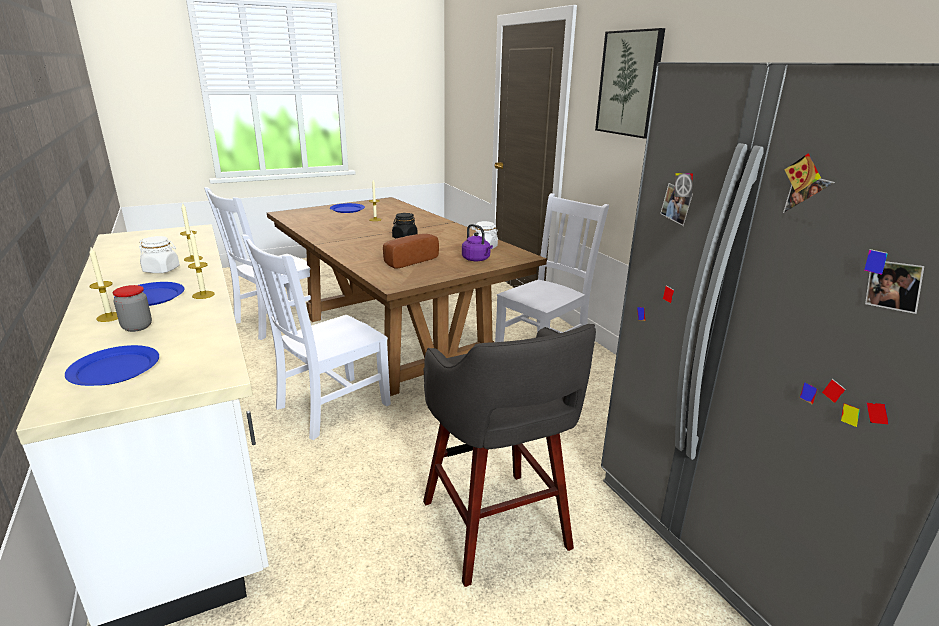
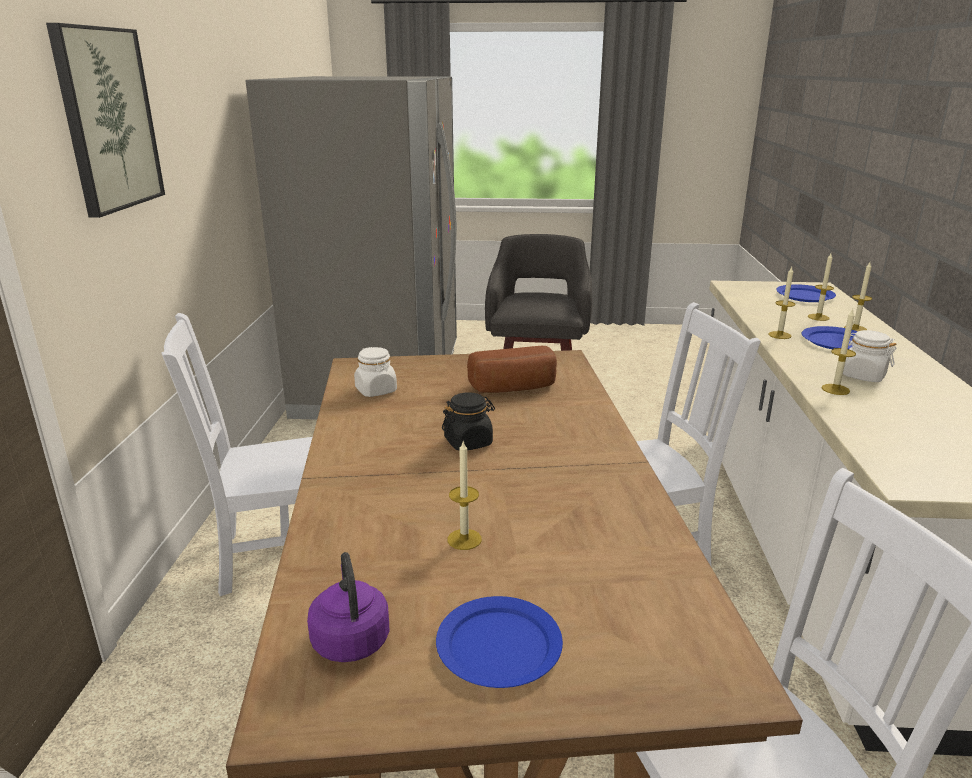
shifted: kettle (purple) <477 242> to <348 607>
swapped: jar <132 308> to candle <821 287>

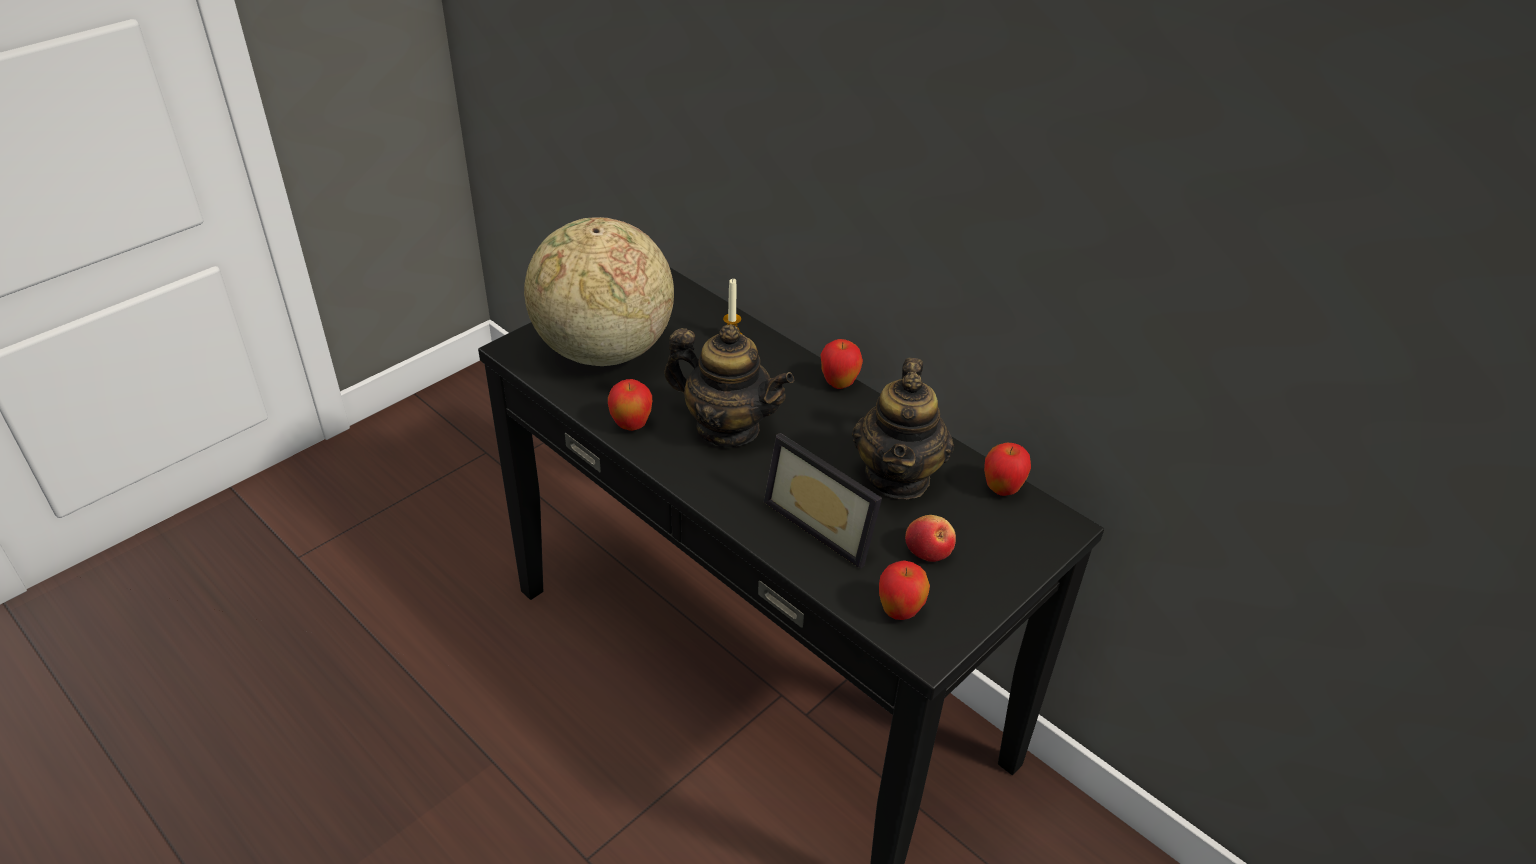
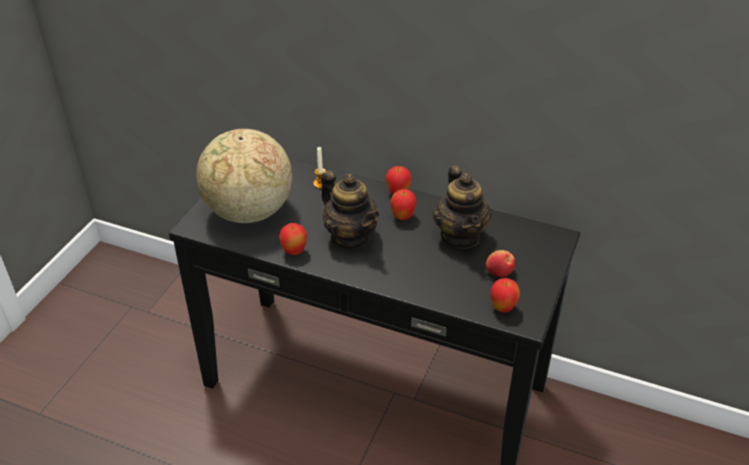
gone: picture frame <822 501>
shifted: apple <1007 469> to <403 204>
rotated: teapot <729 385> = <350 209> 45 degrees clockwise

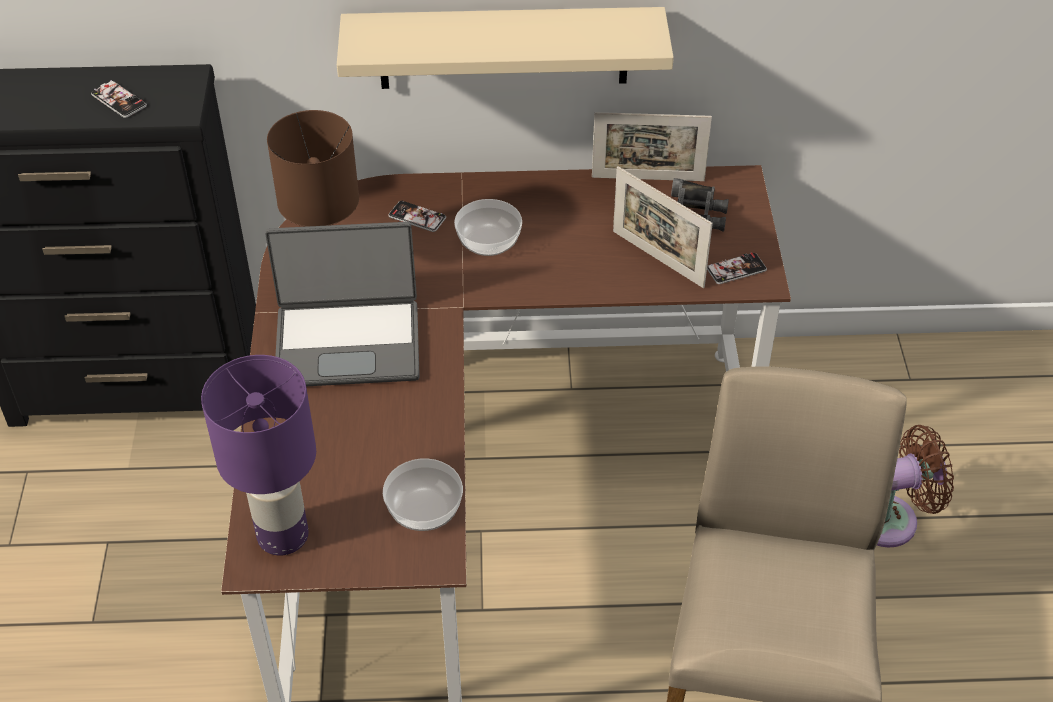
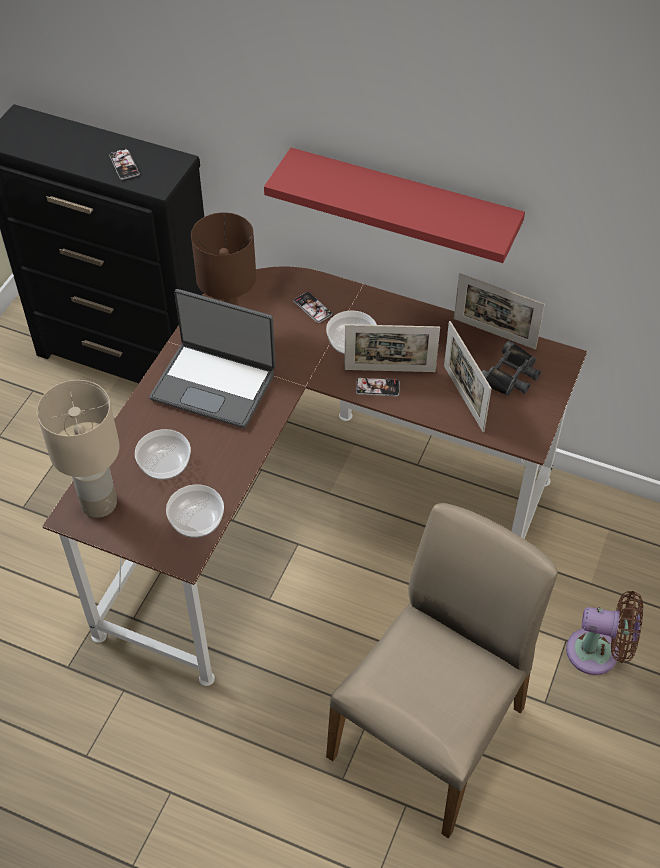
new: bowl <163 454>; picture frame <392 348>
shifted: phone <737 268> to <378 386>
repainted: table lamp (purple) <258 455> to table lamp (beige) <78 449>; shelf (beige) <505 48> to shelf (red) <394 205>

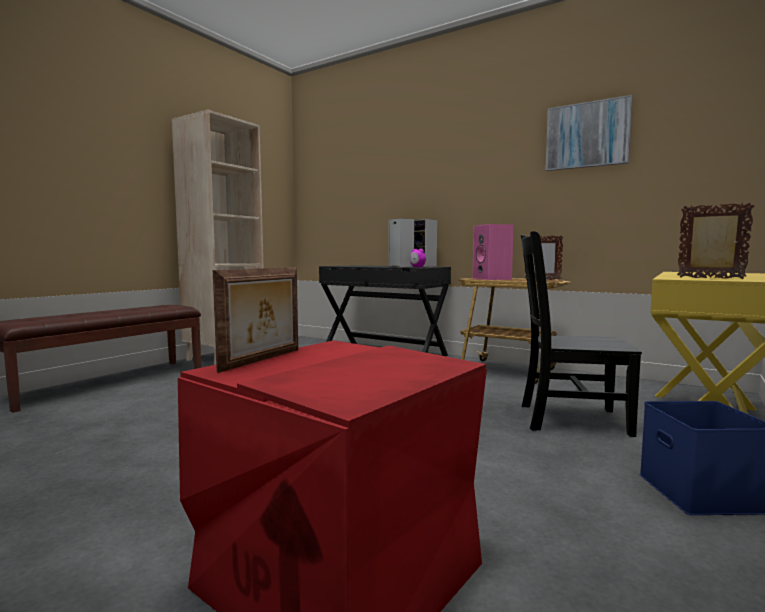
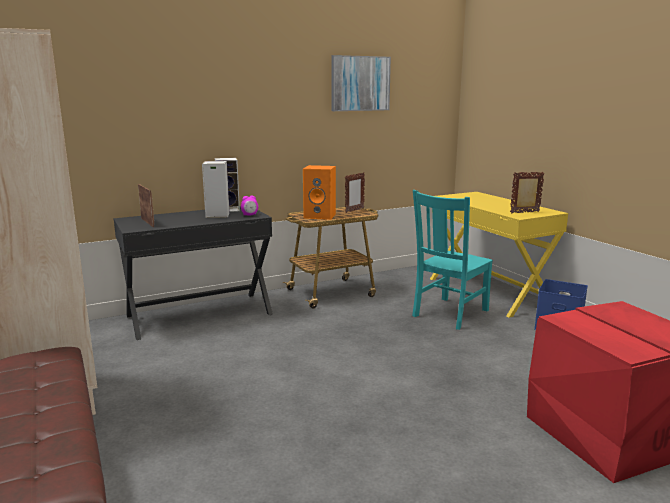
shifted: picture frame <255 320> to <146 205>
repainted: speaker (pink) <493 252> to speaker (orange) <319 192>; chair (black) <581 334> to chair (turquoise) <452 260>

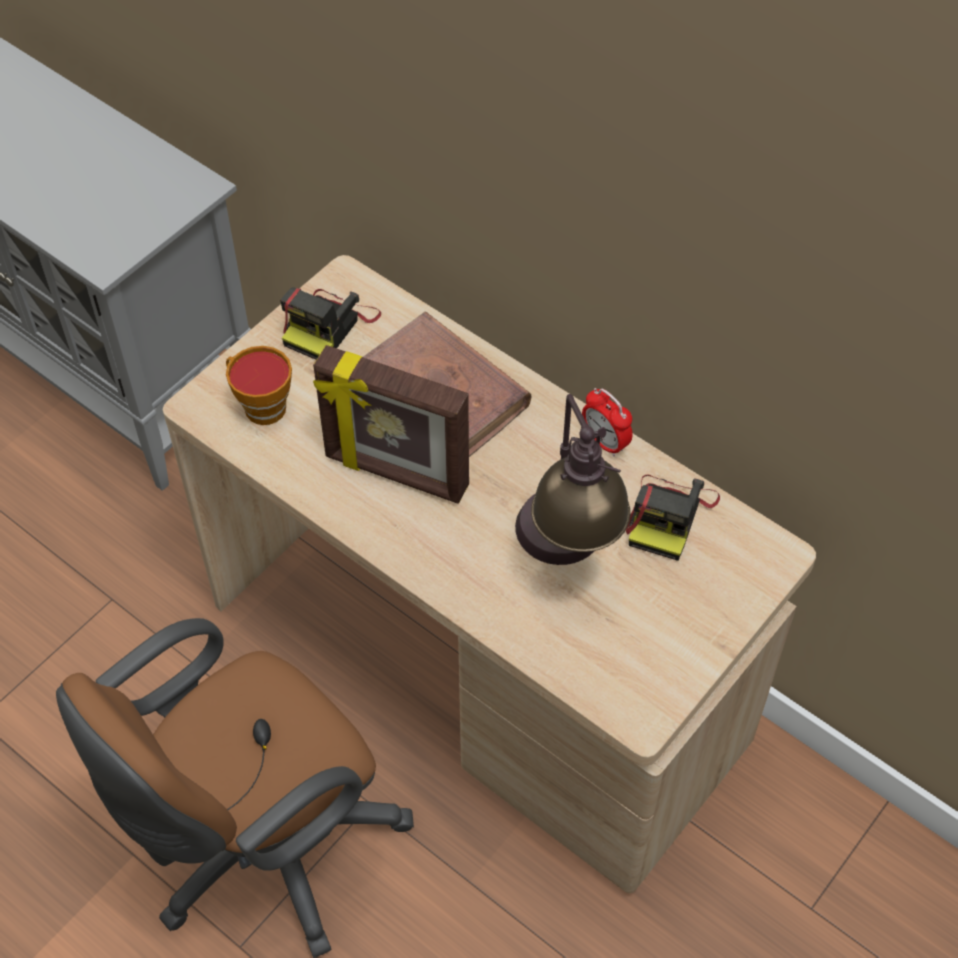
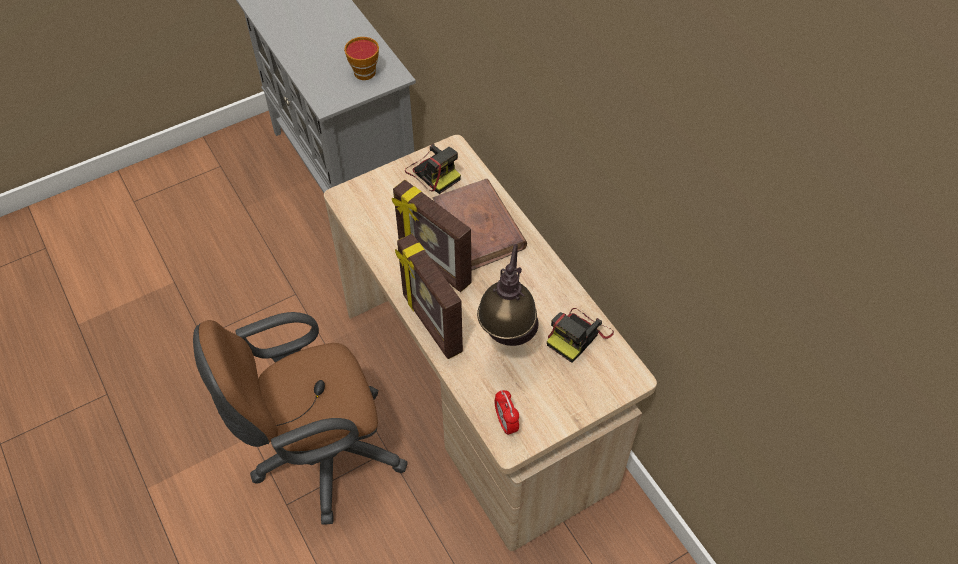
new: picture frame <429 296>
shifted: cup <259 385> to <361 58>; alarm clock <607 422> to <506 412>
rotated: photo camera <330 323> = <433 169> 90 degrees counterclockwise

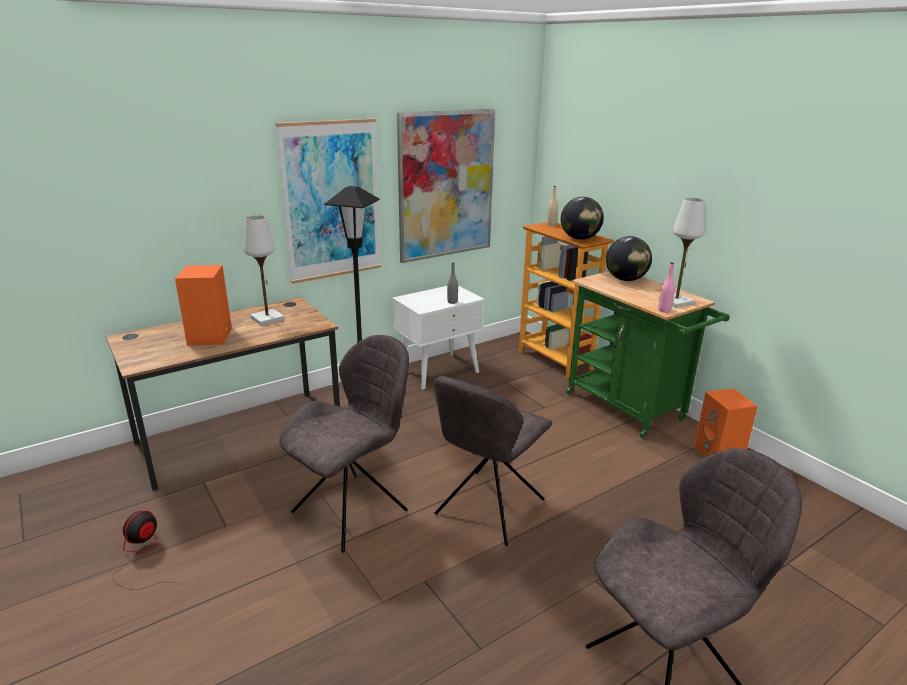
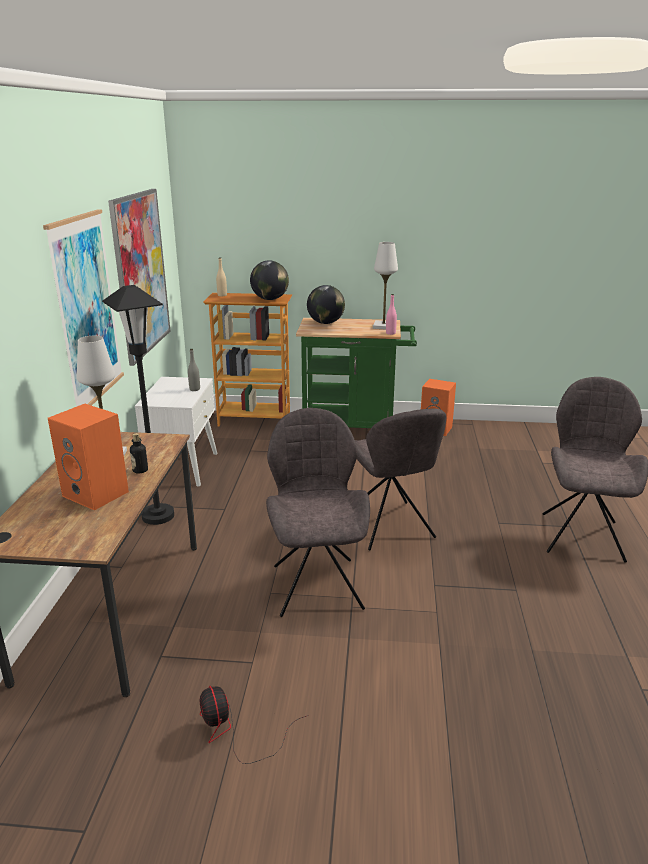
new: bottle <139 453>

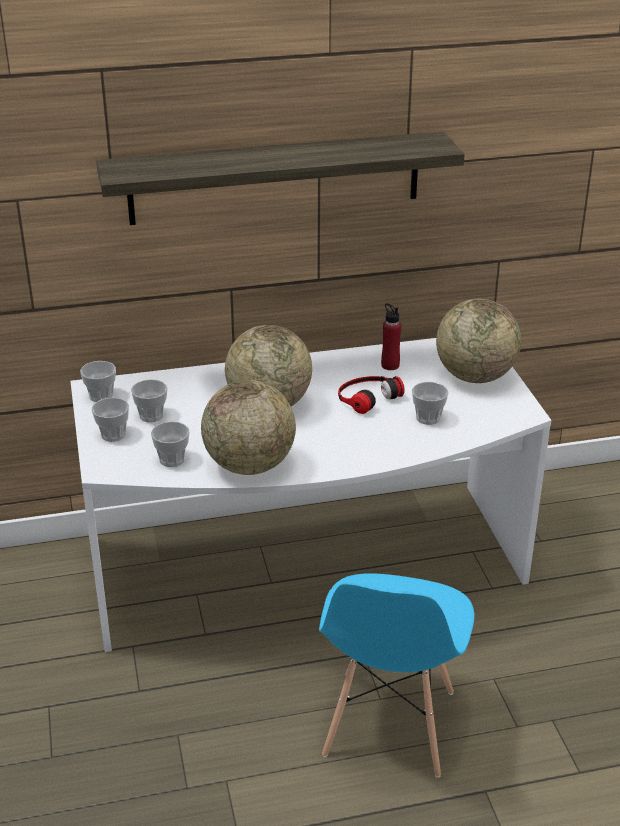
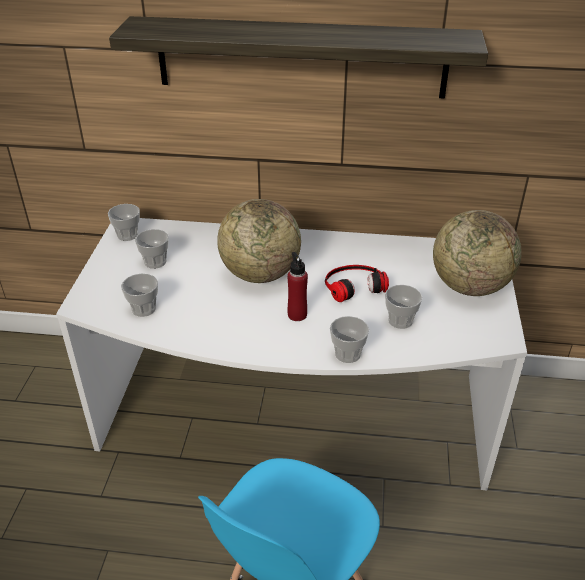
gone: globe <248 427>
shifted: cup <110 419> to <349 339>; bottle (red) <391 336> to <297 286>

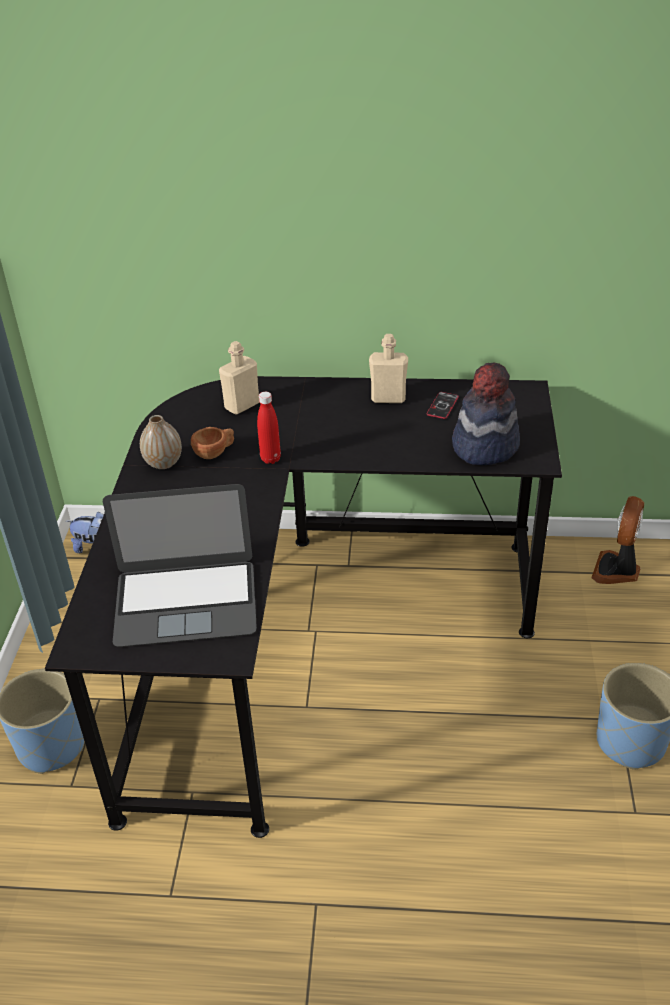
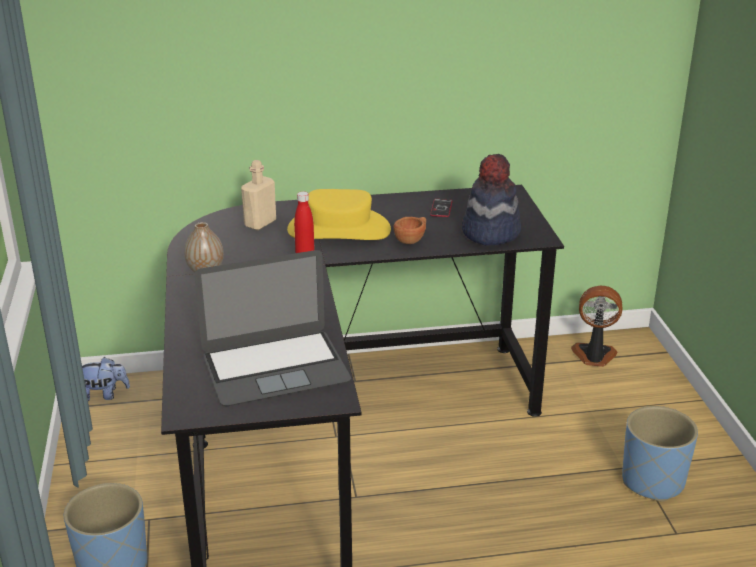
gone: bottle (beige) <388 368>
new: hat (yellow) <339 214>
shifted: cup (brown) <212 443> to <409 230>
rotated: fan <617 540> = <597 326> 90 degrees clockwise

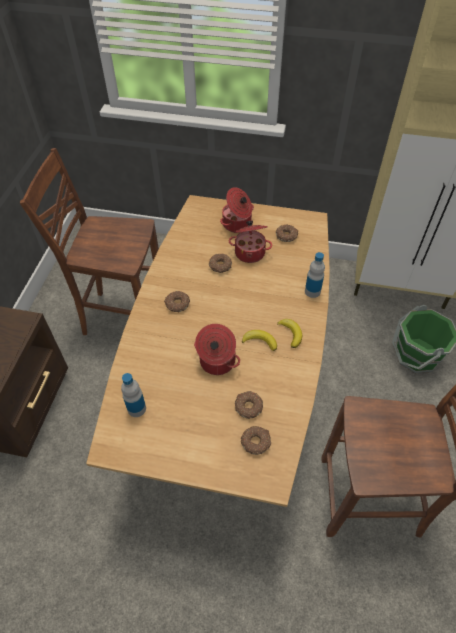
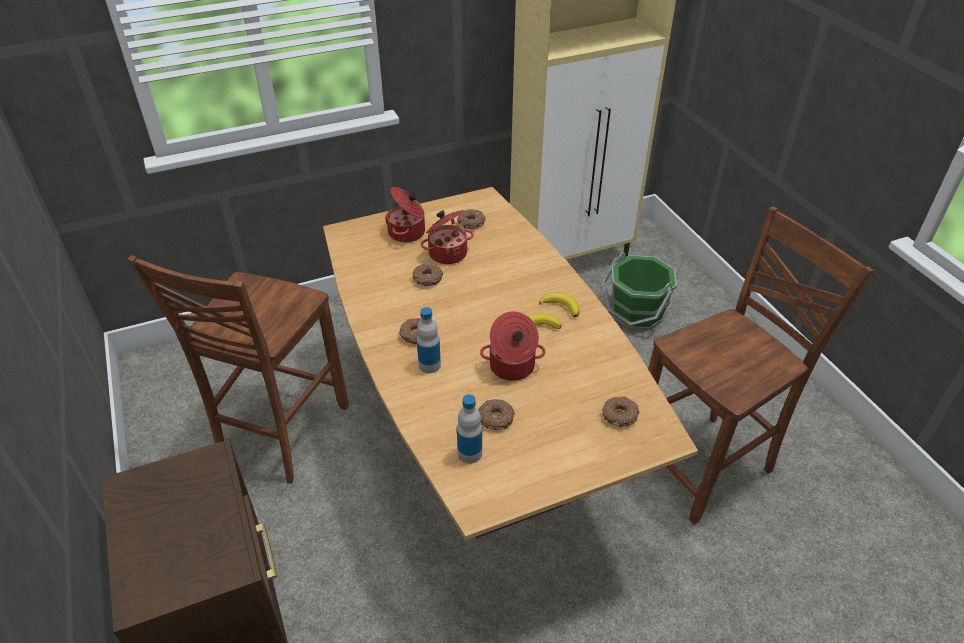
shifted: donut <249 405> to <496 414>; bottle <315 275> to <429 340>
rotated: chair (brown) <89 241> = <238 369> 45 degrees counterclockwise

